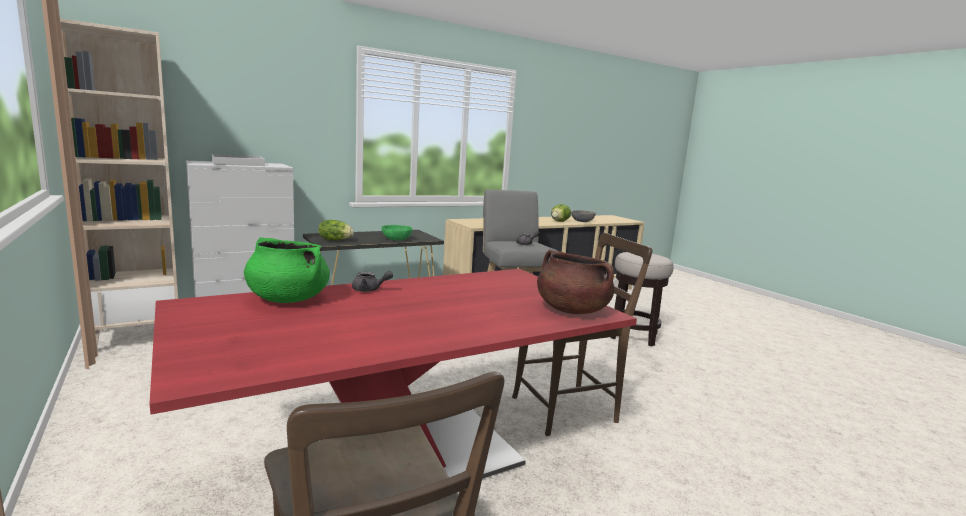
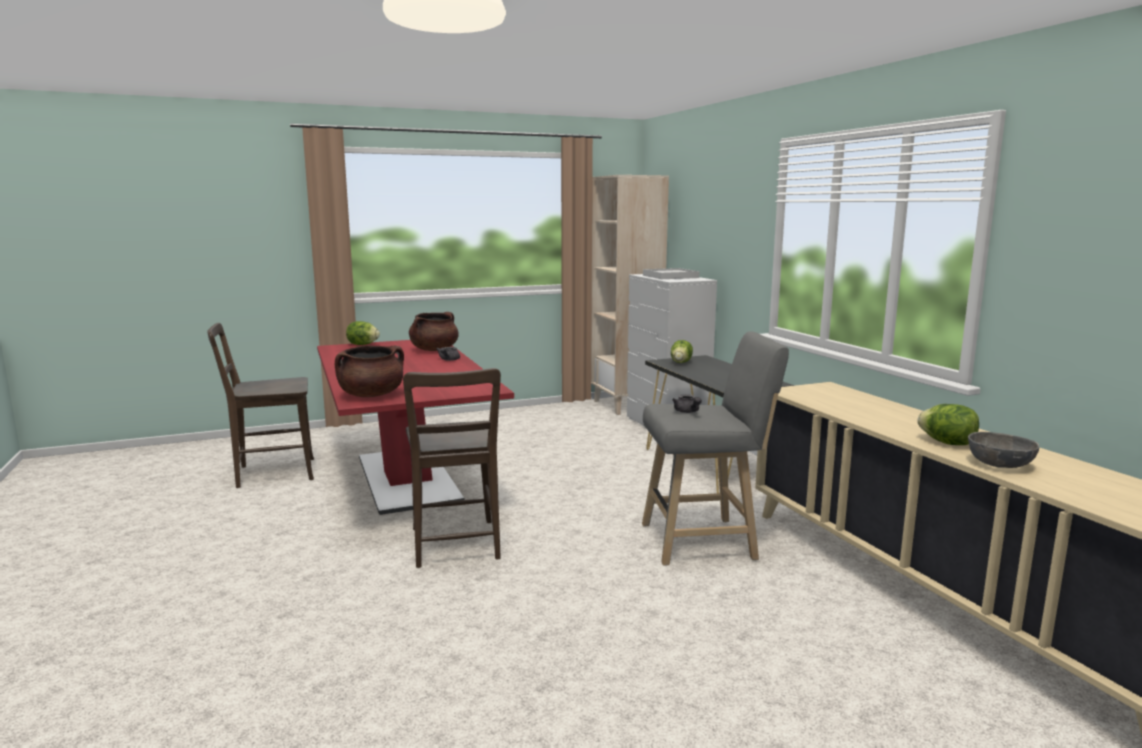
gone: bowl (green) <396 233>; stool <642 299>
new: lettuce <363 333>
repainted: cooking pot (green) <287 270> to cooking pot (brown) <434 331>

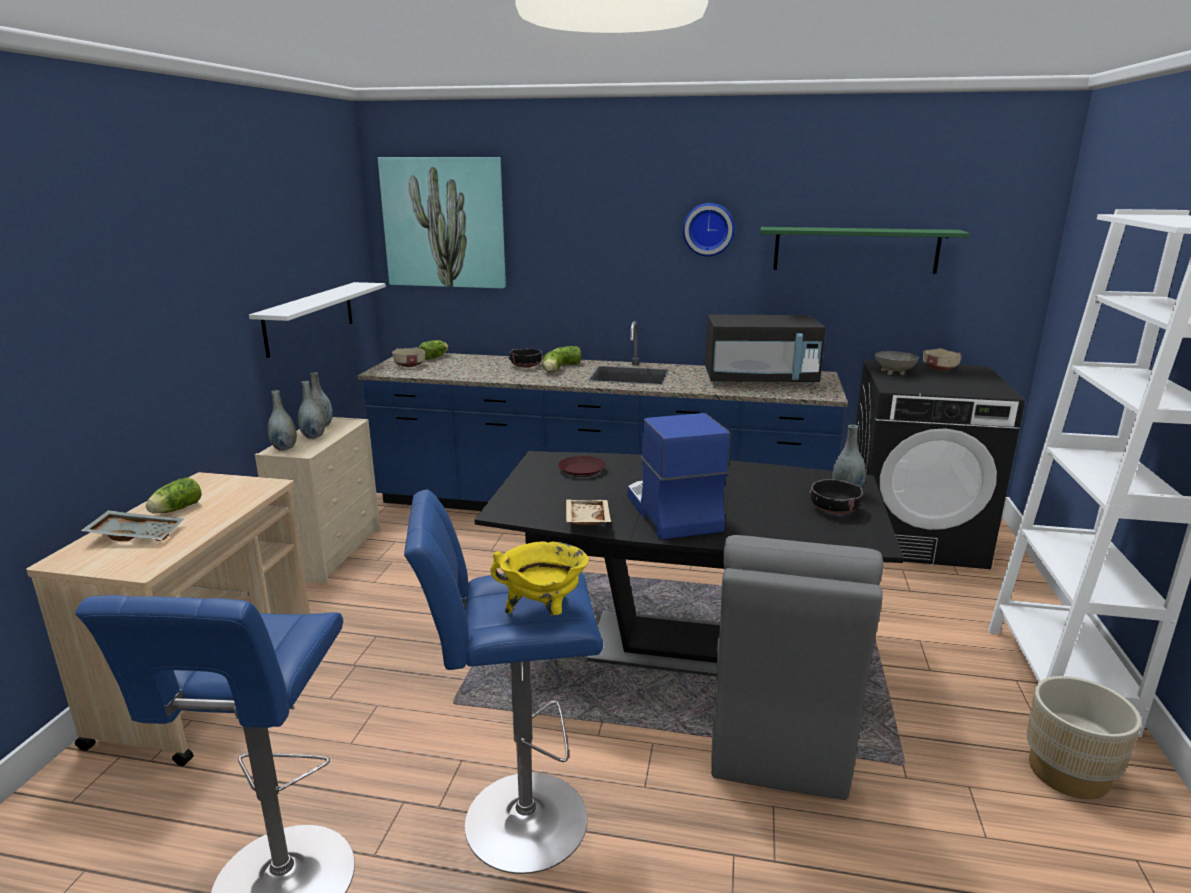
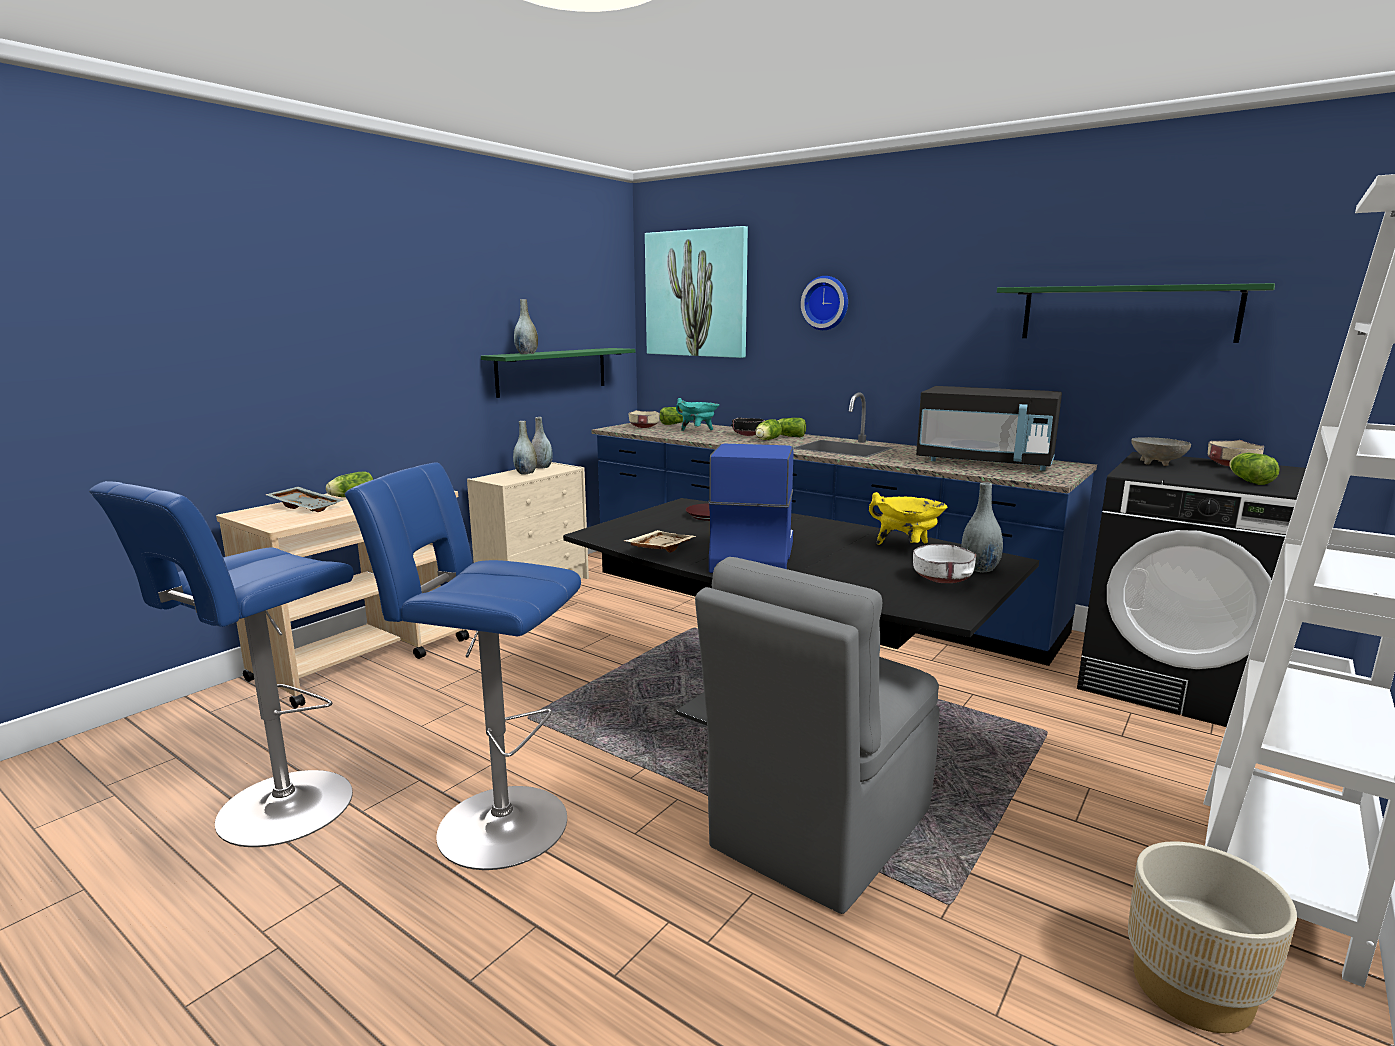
new: cooking pot (turquoise) <697 414>; lettuce <1254 469>
shifted: vase (grey) <282 420> to <526 326>; cooking pot (yellow) <539 578> to <908 518>; wall clock <709 229> to <824 303>
repainted: shelf (white) <317 320> to shelf (green) <558 373>; bowl (black) <837 496> to bowl (white) <944 563>

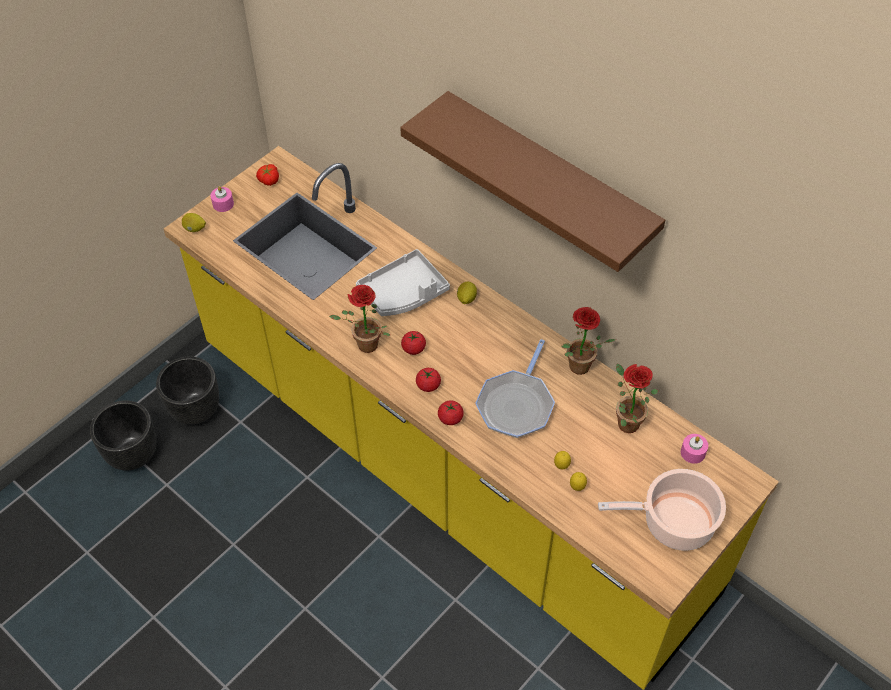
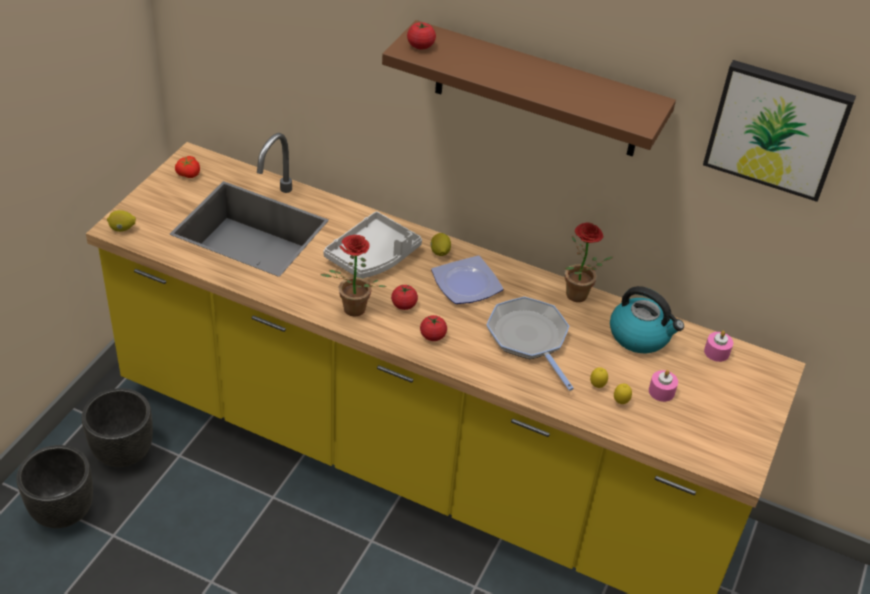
gone: cooking pot <662 510>
new: plate <467 280>; picture <779 131>
shifted: candle (pink) <222 199> to <663 386>; tomato <451 412> to <421 35>
swapped: potted plant <637 398> to kettle <647 319>
rotated: frying pan <515 388> = <530 344> 150 degrees clockwise

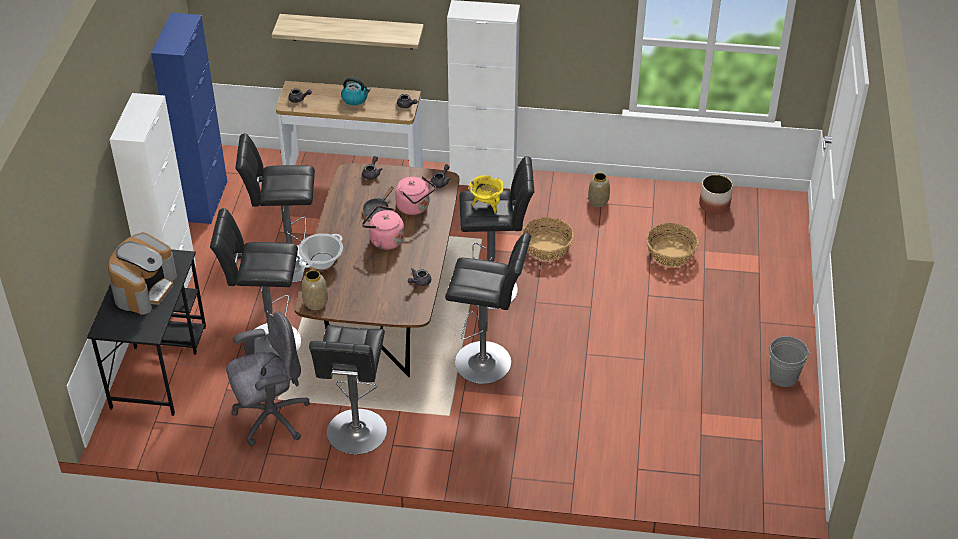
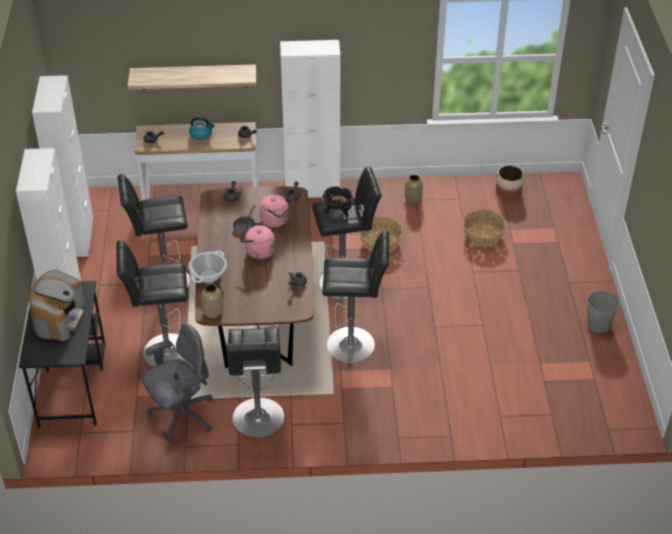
repainted: cabinet (blue) <189 118> to cabinet (white) <63 166>; cooking pot (yellow) <486 194> to cooking pot (black) <338 201>

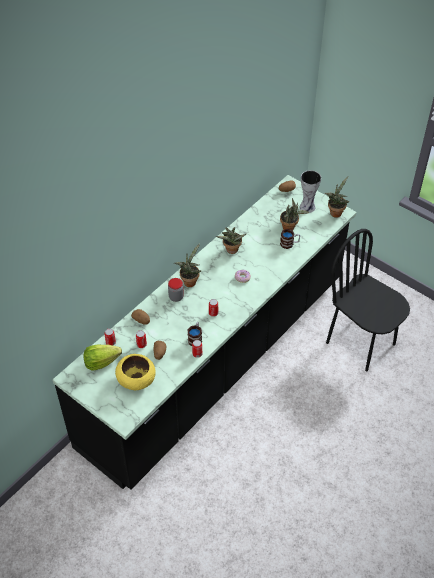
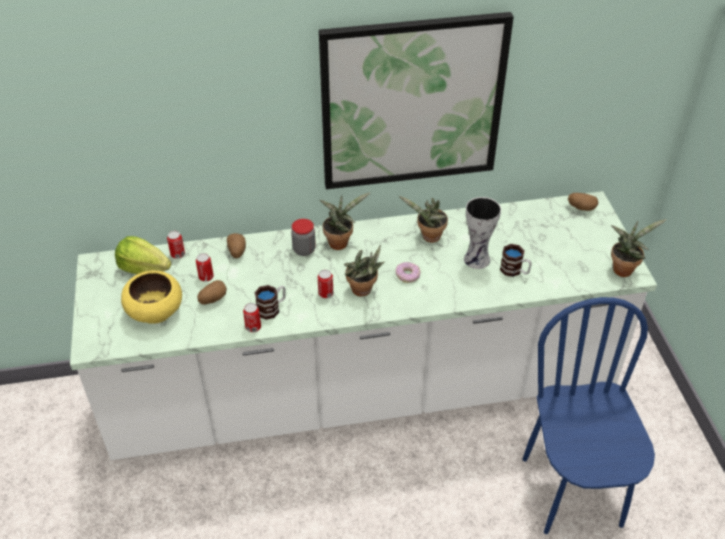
new: picture <416 100>
shifted: potted plant <295 214> to <364 271>; vase <310 191> to <482 233>
repainted: counter (black) <204 332> to counter (white) <363 325>; chair (black) <368 300> to chair (blue) <588 415>

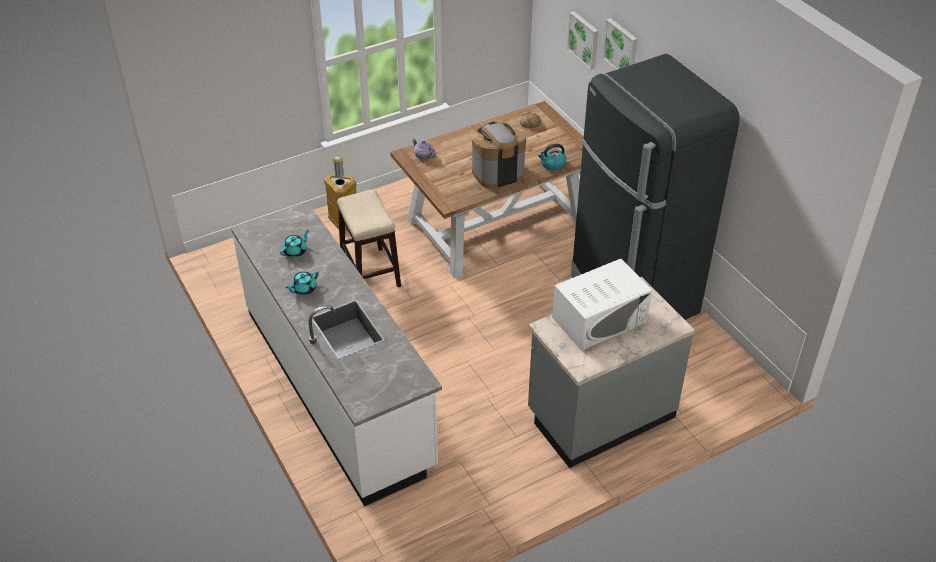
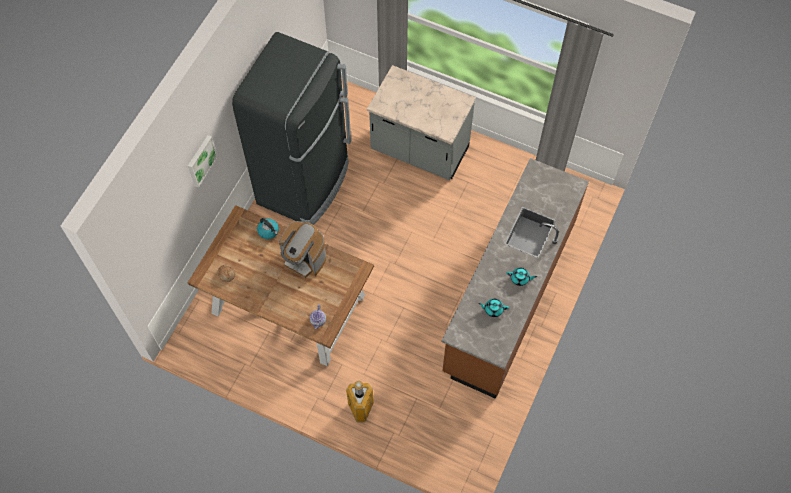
gone: stool <369 238>; microwave (white) <602 305>; picture <582 40>
repainted: counter (white) <336 354> to counter (brown) <515 278>

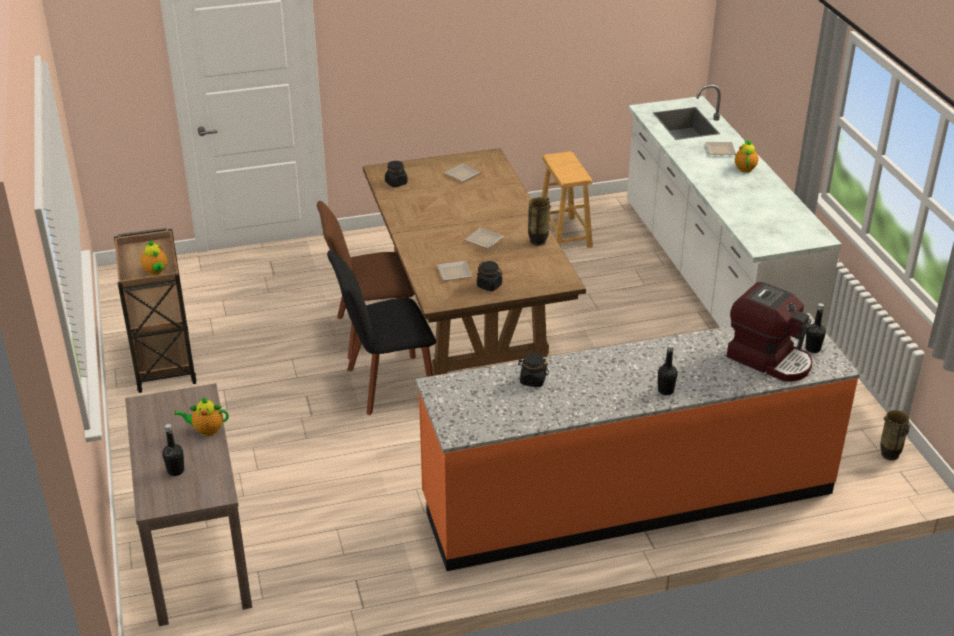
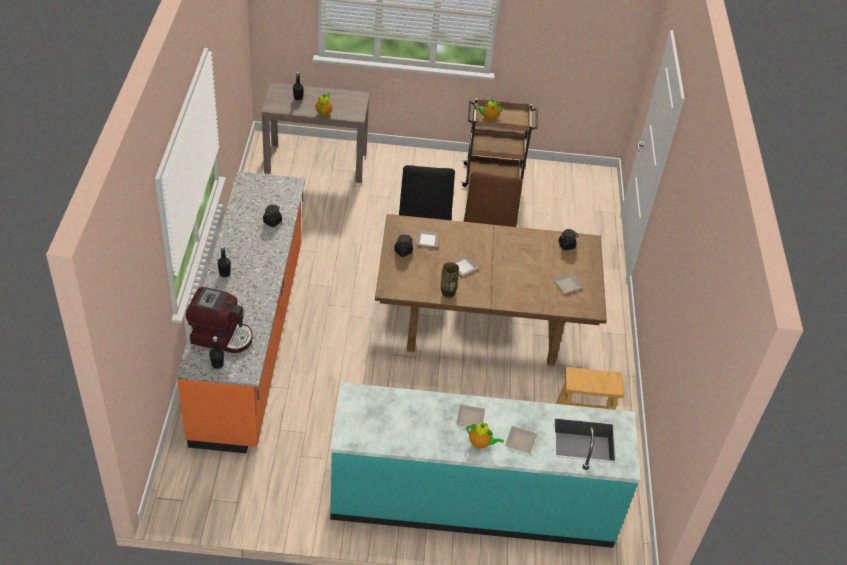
gone: vase <895 435>
new: plate <470 415>
repainted: counter (white) <734 206> to counter (turquoise) <485 465>
rotated: coffee machine <769 331> = <219 320> 135 degrees counterclockwise

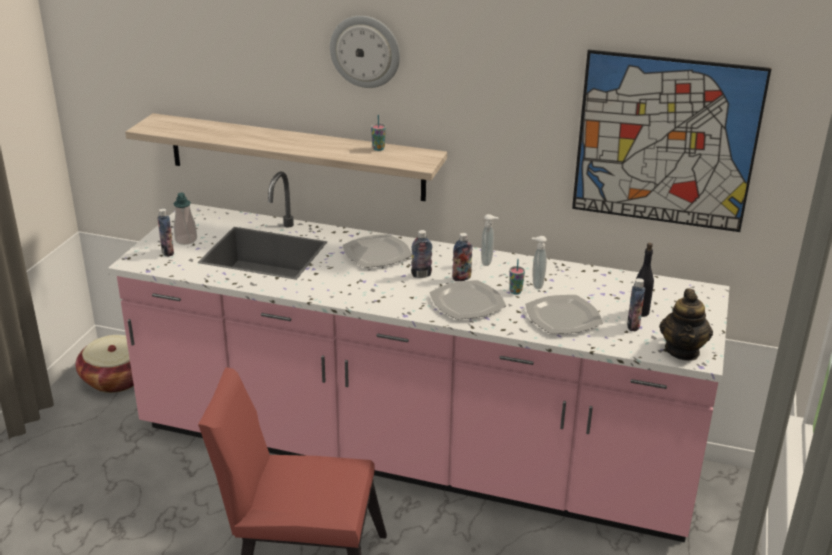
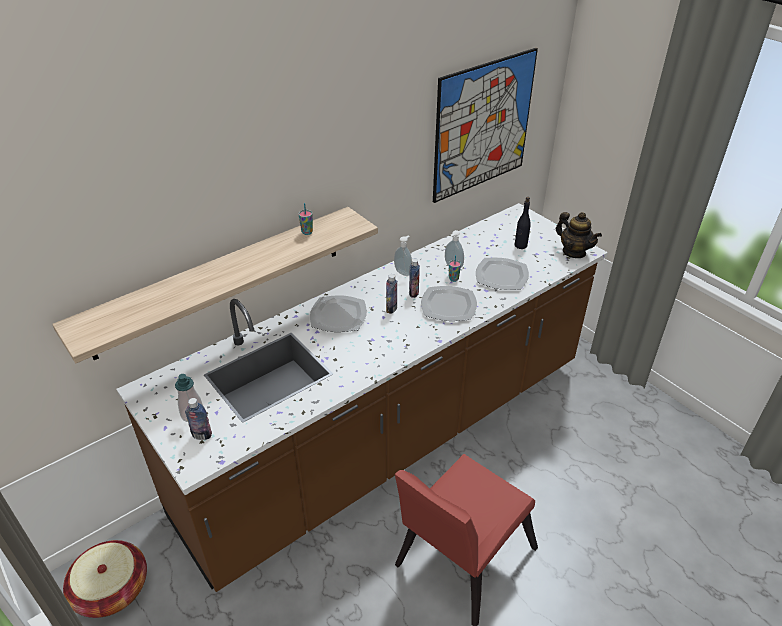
gone: wall clock <365 52>; bottle <636 304>
repainted: counter (pink) <419 356> to counter (brown) <362 397>

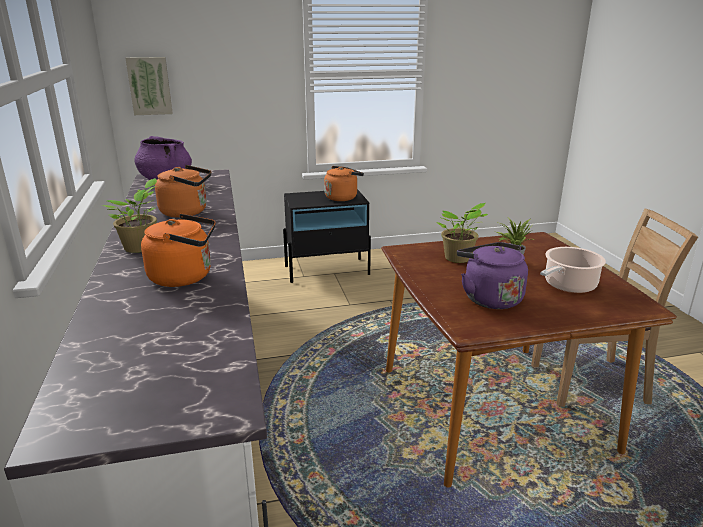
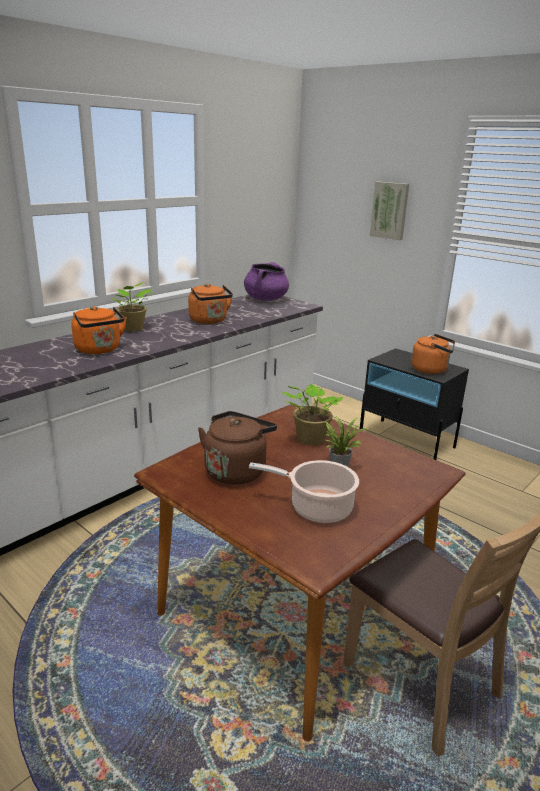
shifted: picture <149 86> to <389 211>
repainted: kettle (purple) <492 275> to kettle (brown) <237 448>

